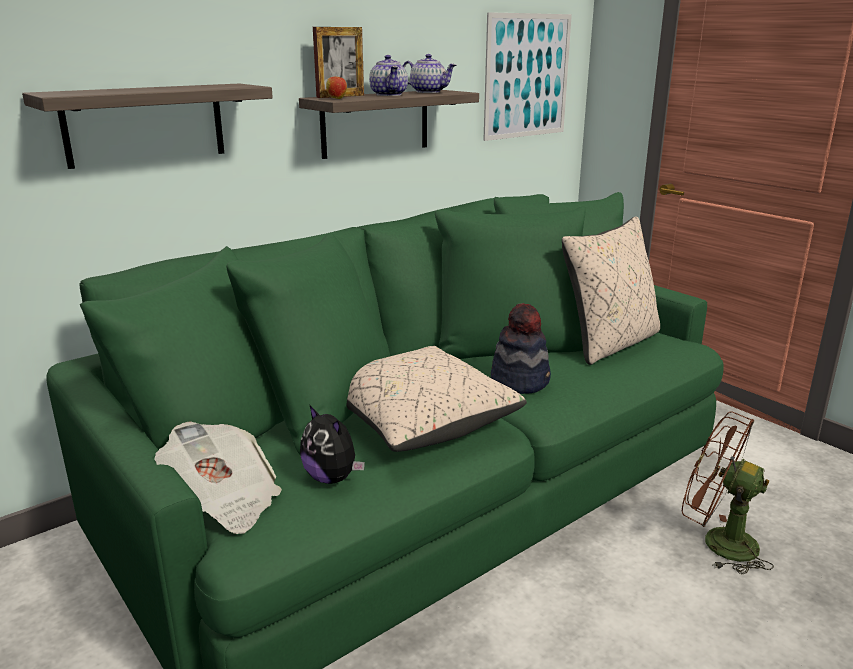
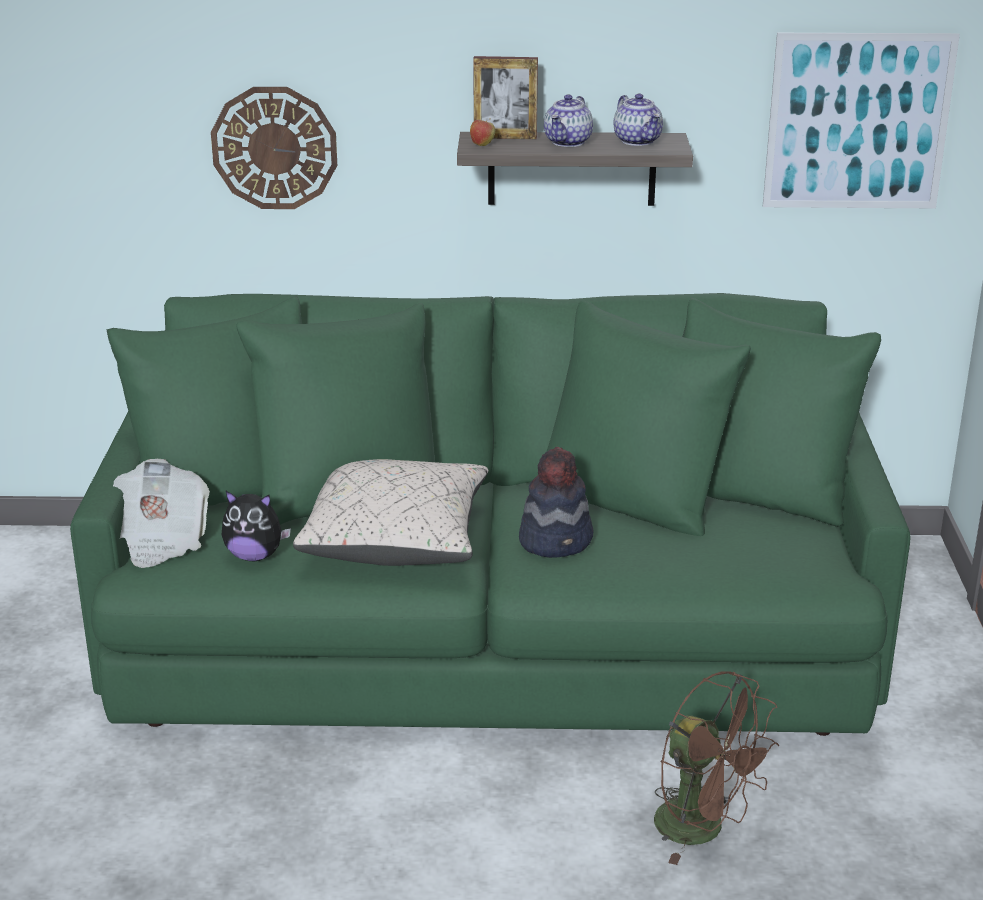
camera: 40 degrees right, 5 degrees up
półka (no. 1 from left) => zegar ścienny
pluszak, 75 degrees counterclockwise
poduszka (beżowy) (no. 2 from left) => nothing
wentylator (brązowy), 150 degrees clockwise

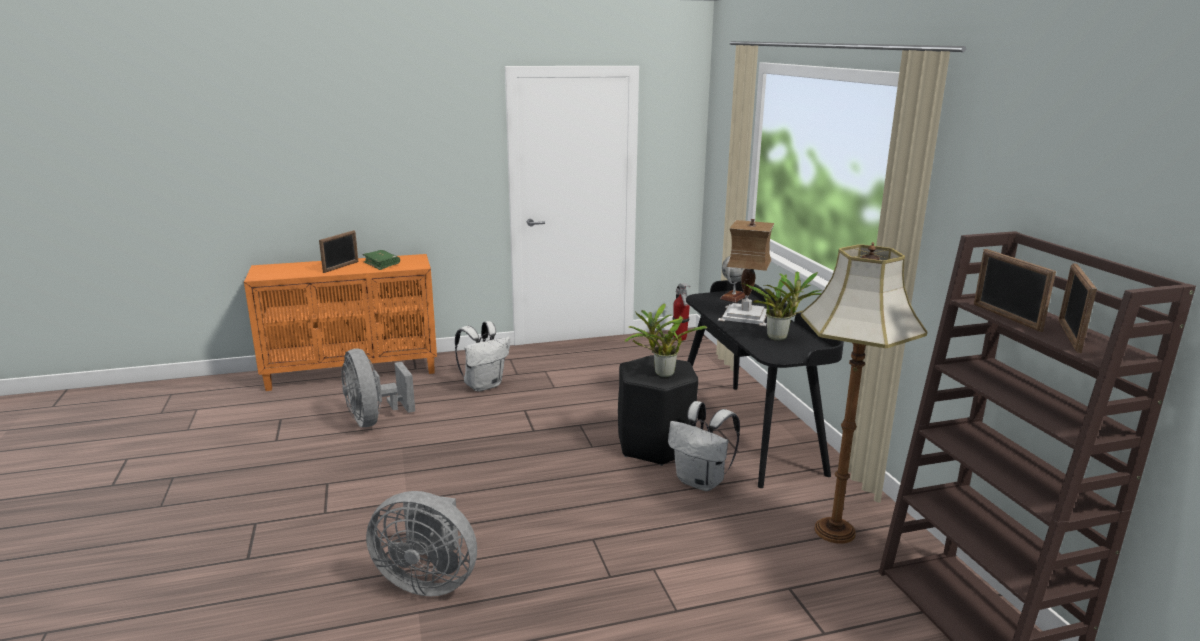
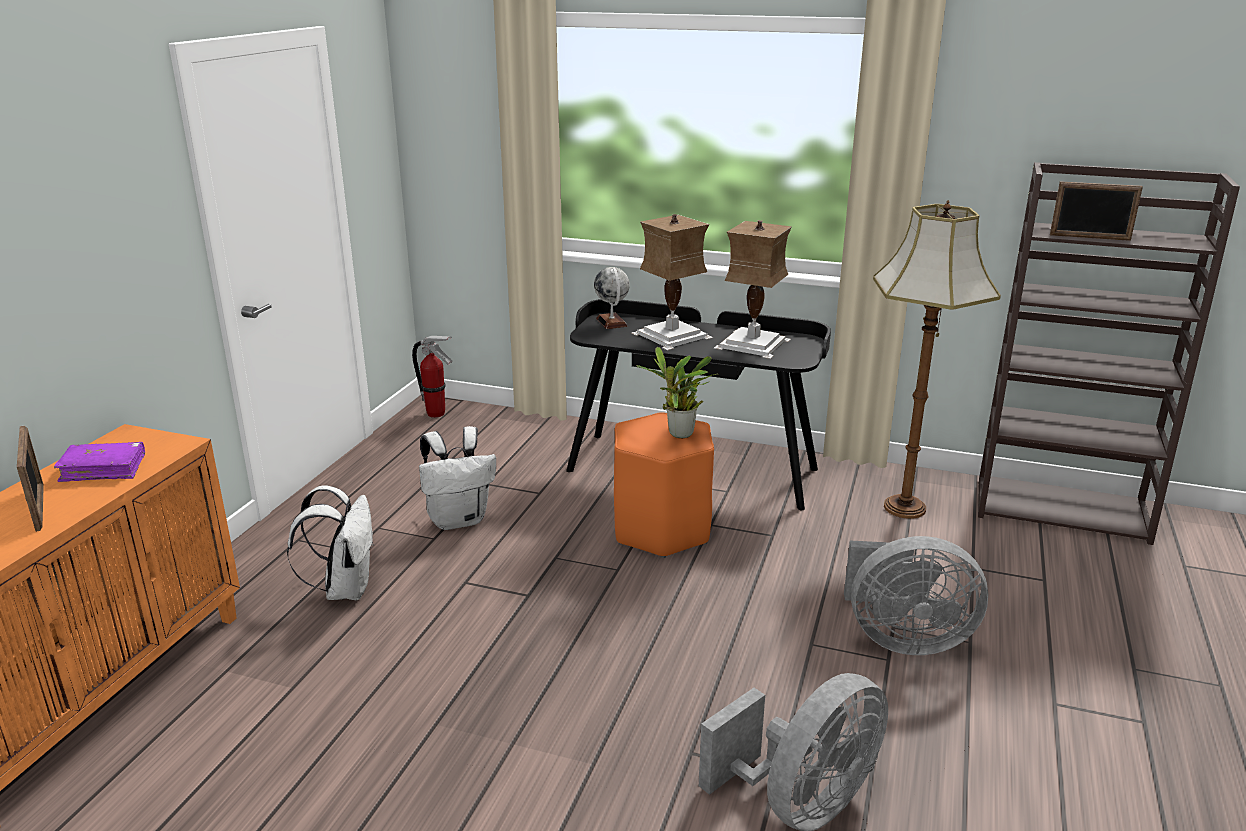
camera: 55 degrees left, 5 degrees up
wentylator (szary) (no. 1 from left in the first image) => wentylator (szary) (no. 2 from left), shifted
książka (zielony) => książka (fioletowy)
stołek (czarny) => stołek (pomarańczowy)
plecak (biały) (no. 2 from left), shifted
roślina doniczkowa (no. 2 from left) => lampa stołowa (no. 2 from left)
ramka na zdjęcie (no. 3 from left) => nothing

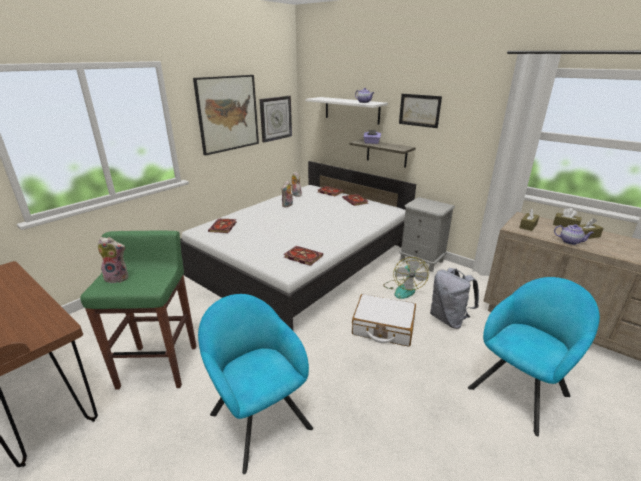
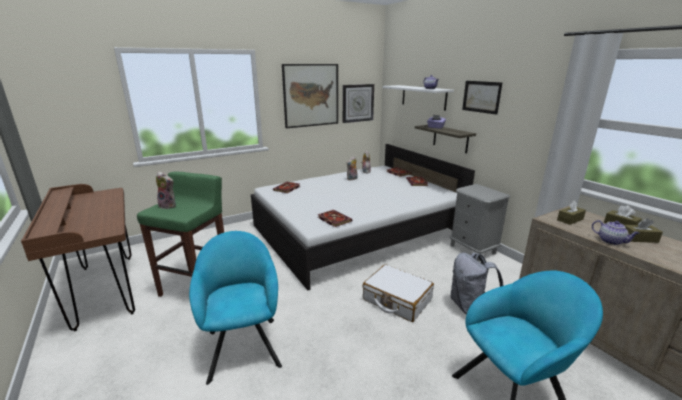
camera: 20 degrees right, 5 degrees down
wentylator => nothing

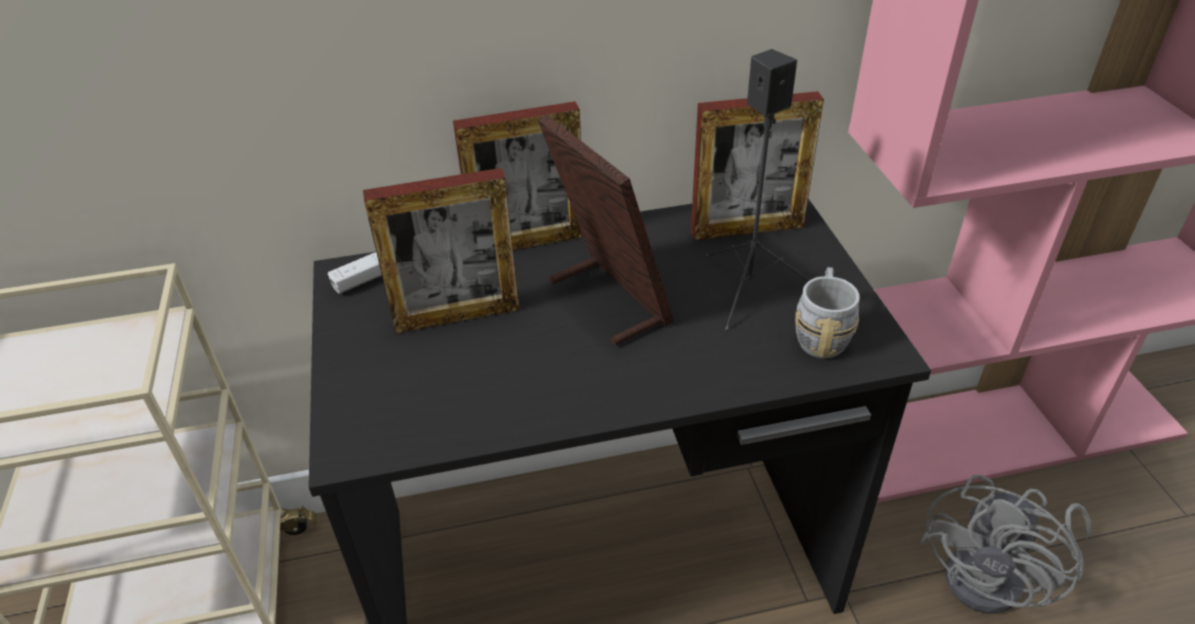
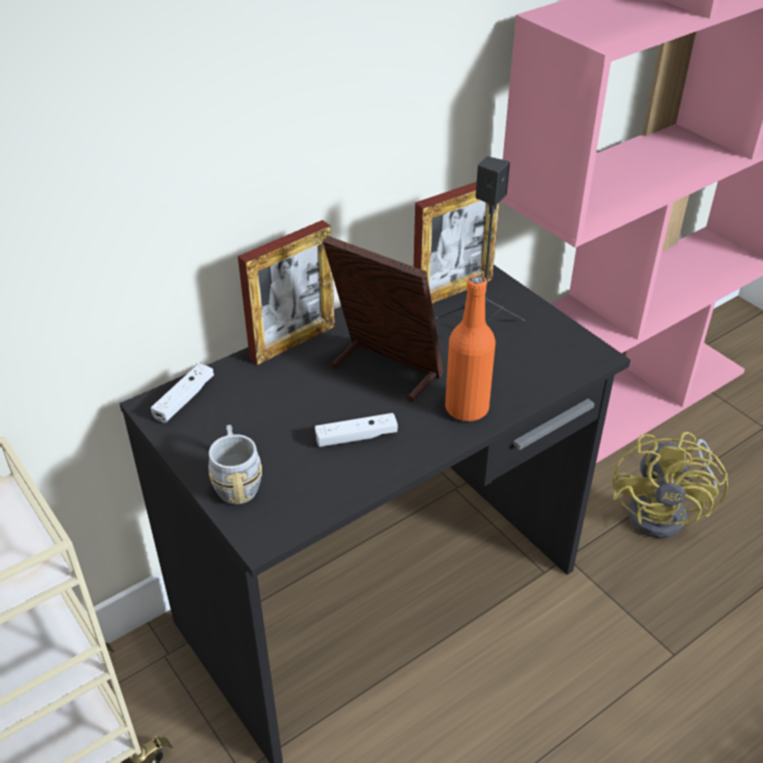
camera: 25 degrees left, 0 degrees up
ramka na zdjęcie (no. 1 from left) => nothing
kubek (szary), shifted
wentylator (szary) => wentylator (żółty)
nothing => pad do gier (biały) (no. 2 from left)
nothing => butelka (pomarańczowy)

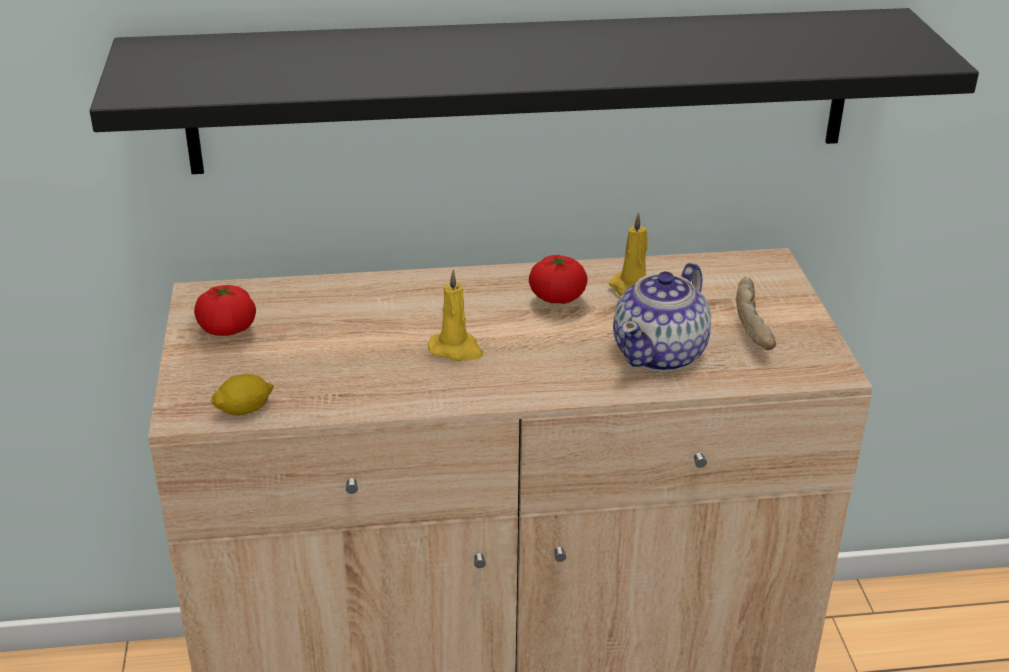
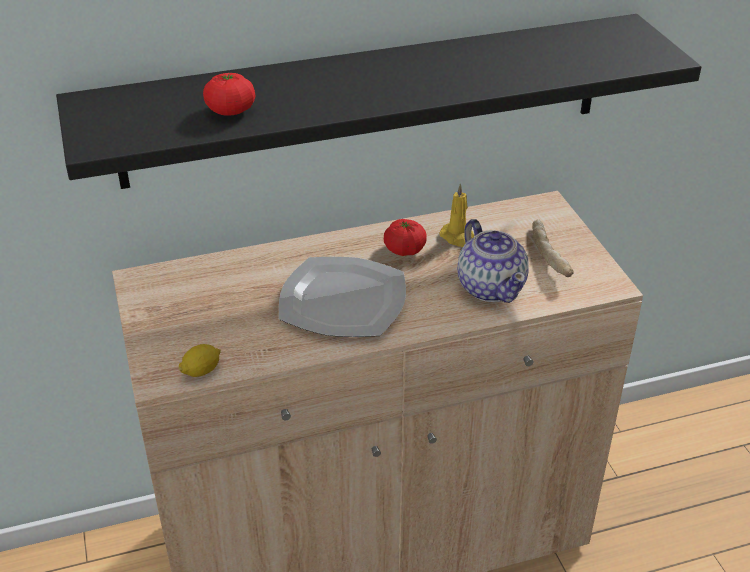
camera: 10 degrees left, 5 degrees up
pomidor (no. 1 from left), shifted
świeca (żółty) (no. 1 from left) => talerz
imbryk, 45 degrees counterclockwise

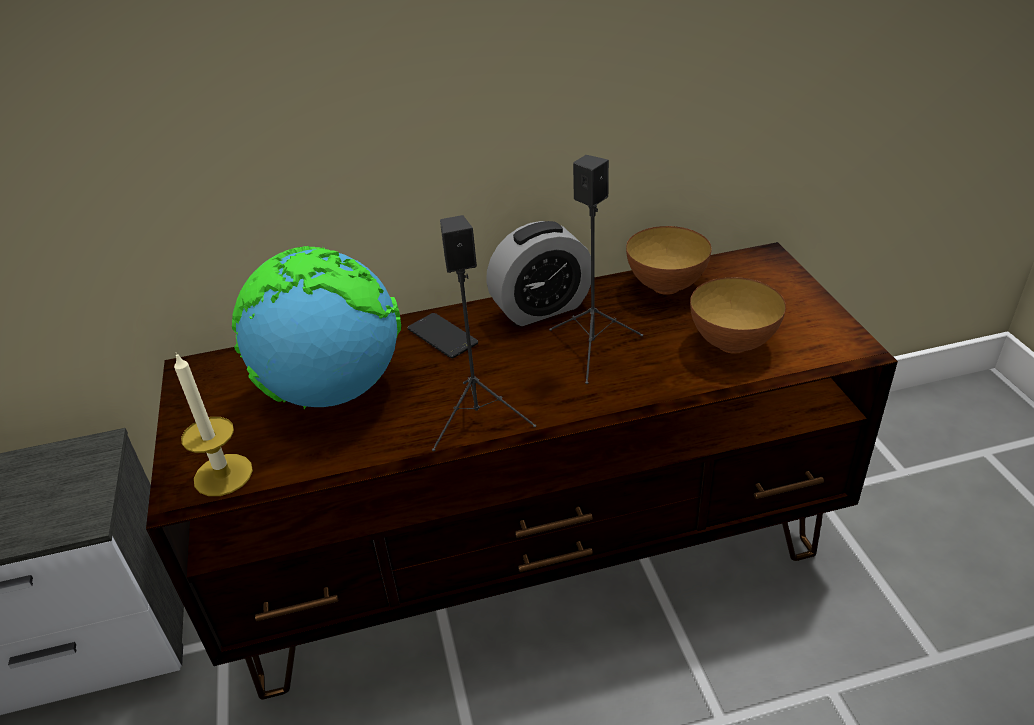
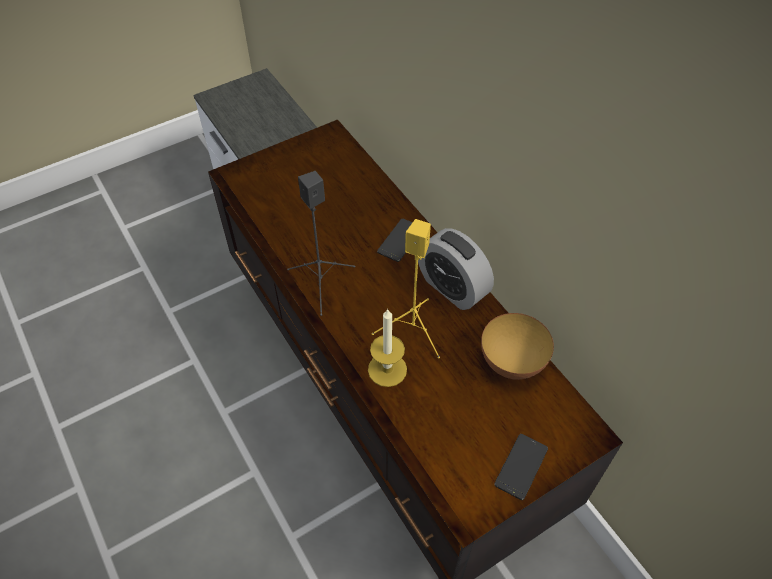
camera: 70 degrees right, 15 degrees up
świeca, shifted
globus => nothing
głośnik (czarny) (no. 2 from left) => głośnik (żółty)
miska (no. 2 from left) => nothing
nothing => telefon (no. 2 from left)

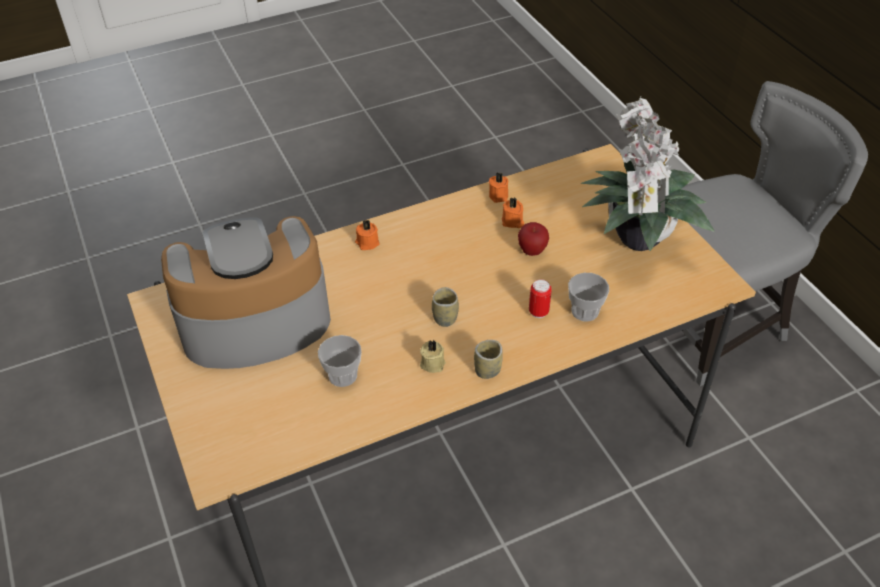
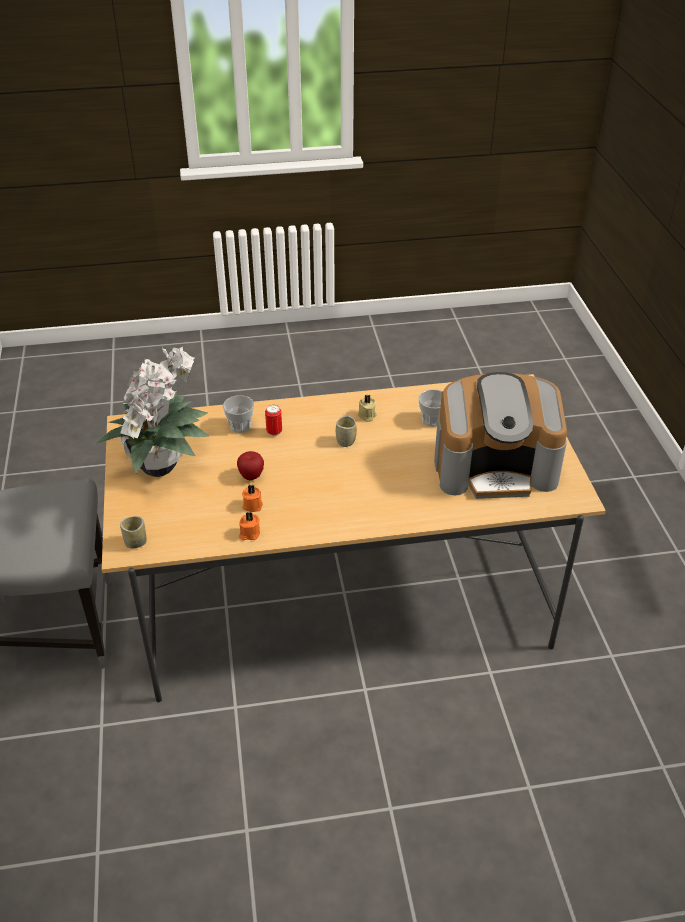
camera: 165 degrees left, 5 degrees down
świeca (pomarańczowy) (no. 1 from left) => nothing
filiżanka (no. 3 from left in the first image) => filiżanka (no. 1 from left), shifted

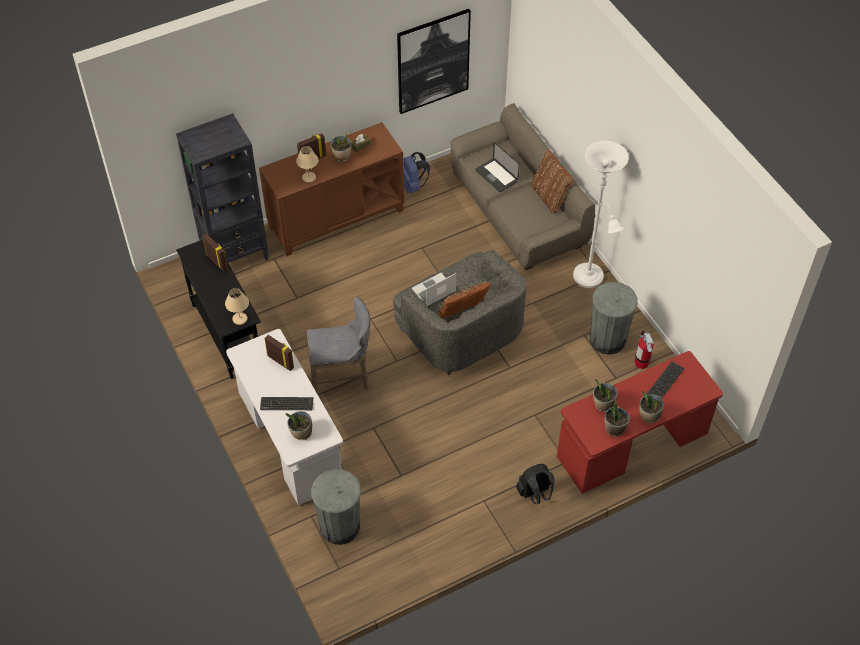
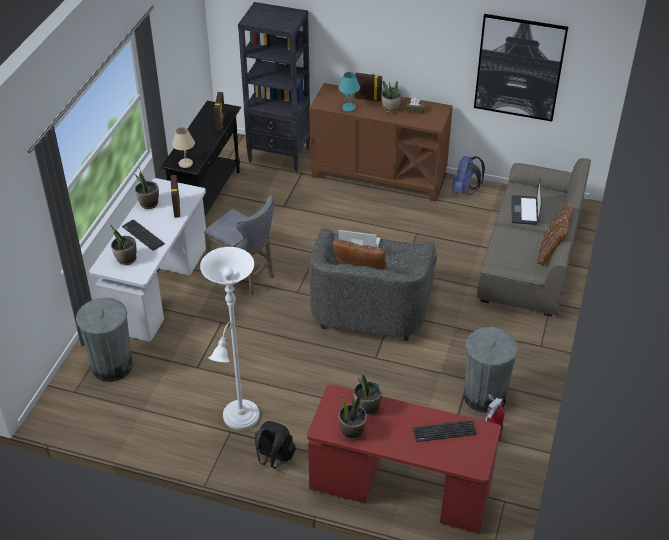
camera: 45 degrees right, 10 degrees down
lampa stołowa (beżowy) (no. 2 from left) => lampa stołowa (turkusowy)
lampa stojąca (biały), shifted
roślina doniczkowa (no. 5 from left in the first image) => roślina doniczkowa (no. 2 from left), shifted

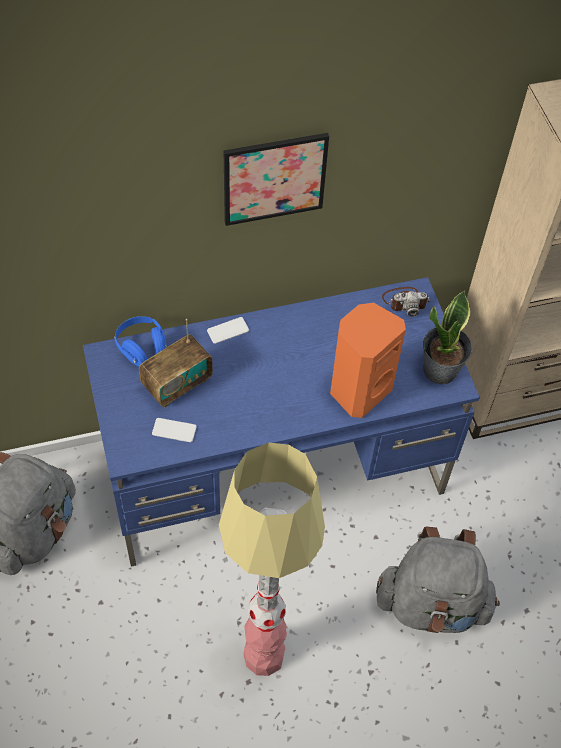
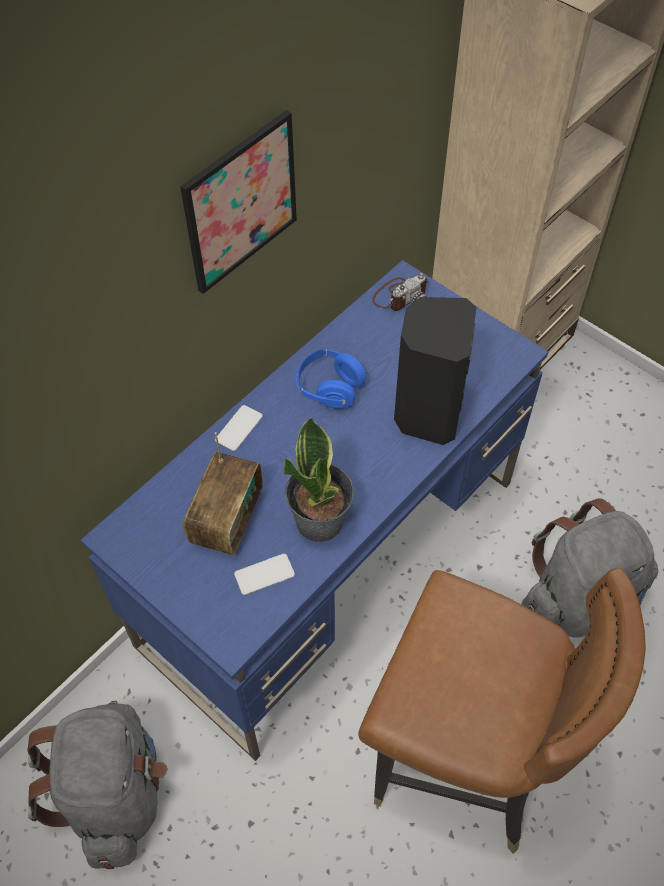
camera: 30 degrees left, 0 degrees up
słuchawki (niebieski), shifted
lampa stojąca => krzesło (brązowy)
głośnik (pomarańczowy) => głośnik (czarny)
roślina doniczkowa, shifted

